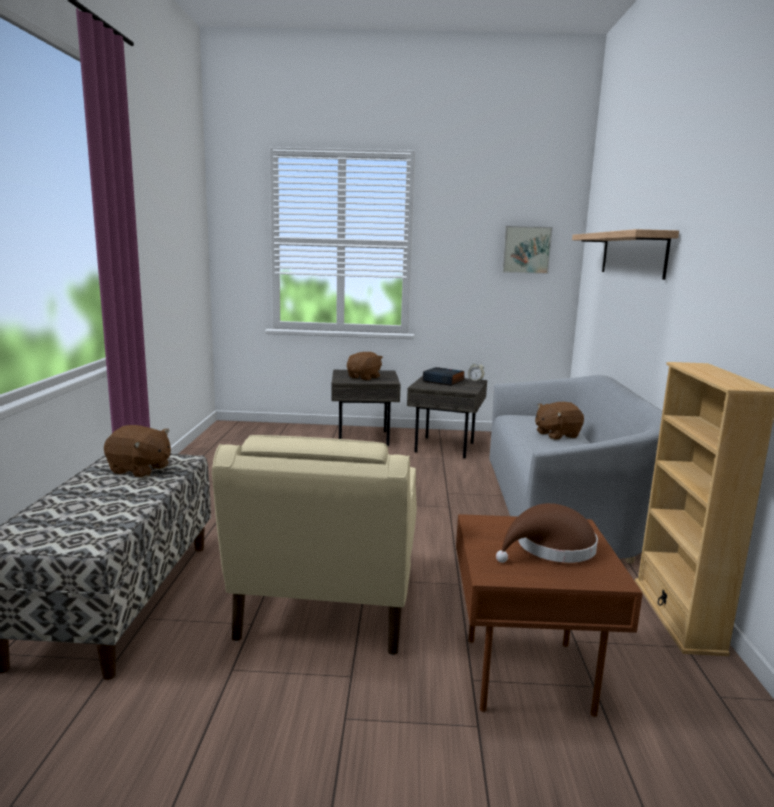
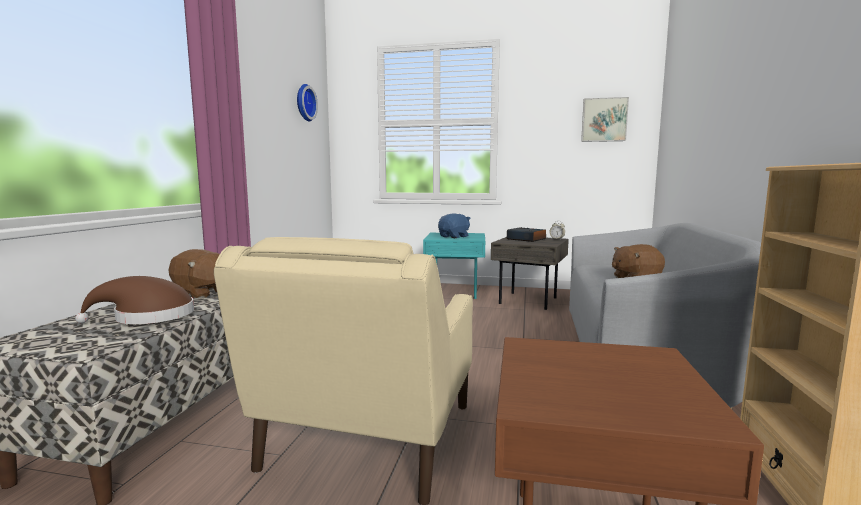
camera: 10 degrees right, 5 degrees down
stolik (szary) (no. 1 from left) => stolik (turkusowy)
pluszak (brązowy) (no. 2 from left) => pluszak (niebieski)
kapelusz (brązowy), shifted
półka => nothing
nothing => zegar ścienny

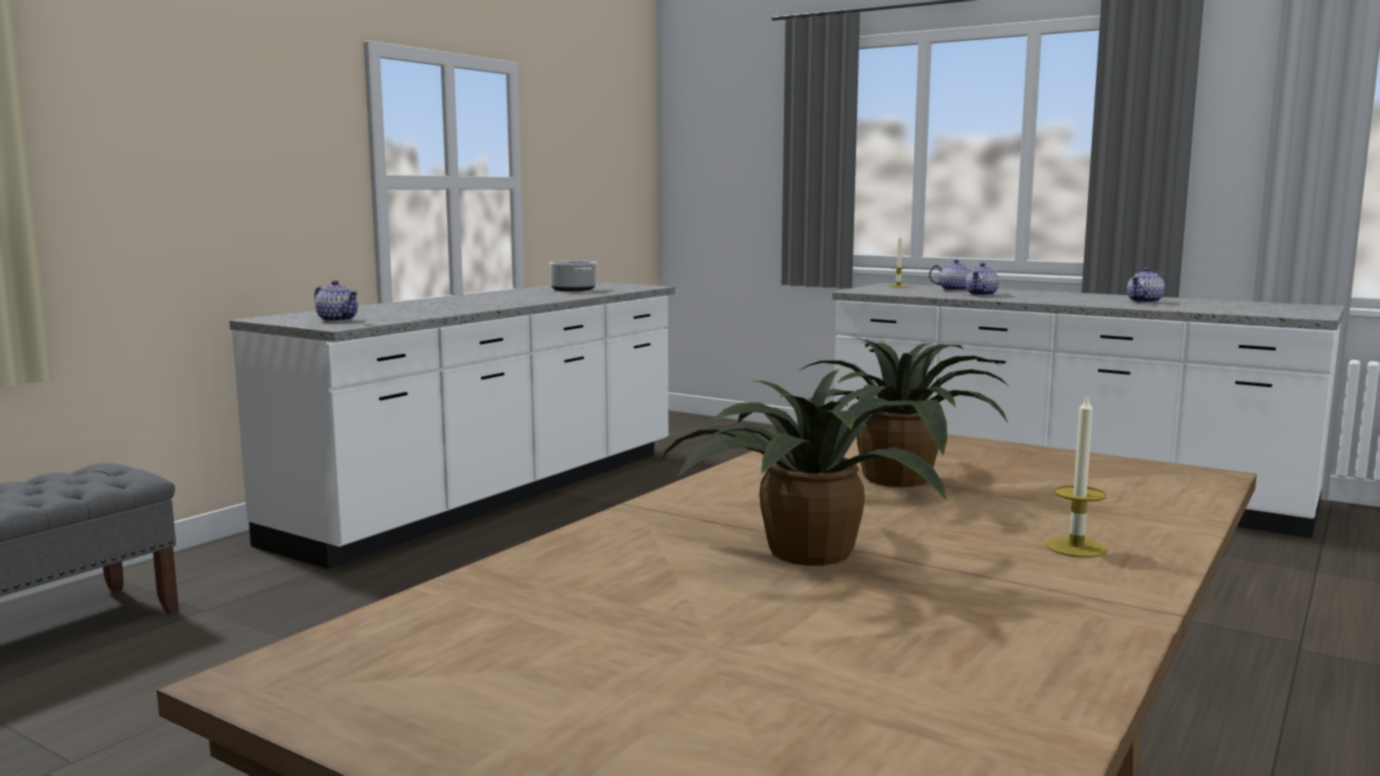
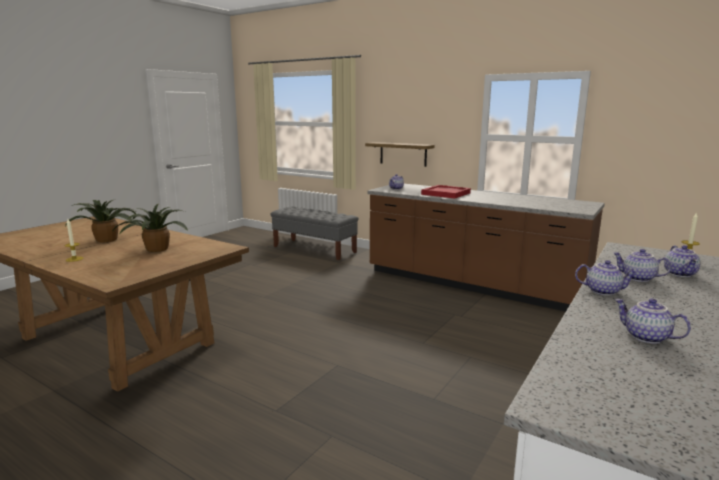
camera: 90 degrees right, 5 degrees up
zabudowa kuchenna (biały) (no. 1 from left) => zabudowa kuchenna (brązowy)
garnek => nothing
nothing => półka
nothing => taca (czerwony)
nothing => imbryk (no. 2 from left)

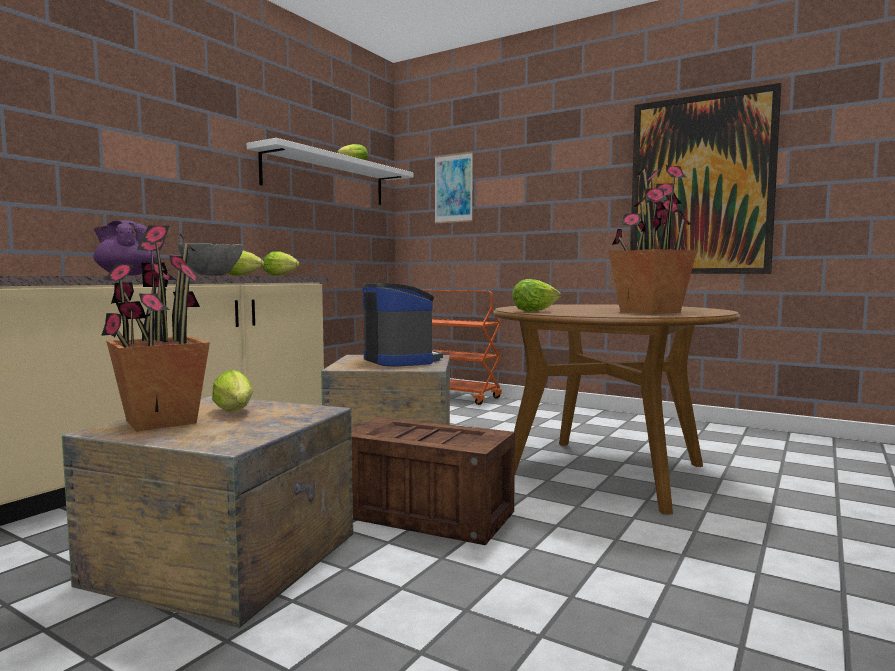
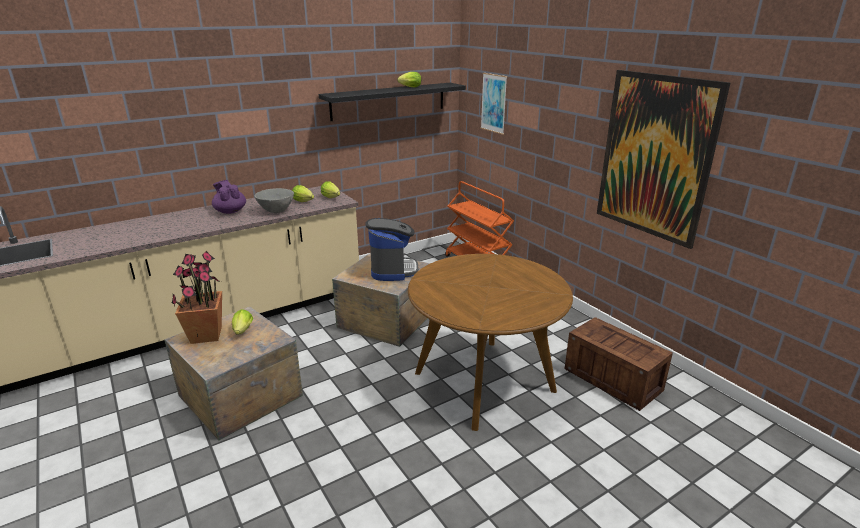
camera: 25 degrees right, 20 degrees up
półka (biały) => półka (czarny)
skrzynka (no. 3 from left), shifted
sałata (no. 5 from left) => nothing
roślina doniczkowa (no. 2 from left) => nothing

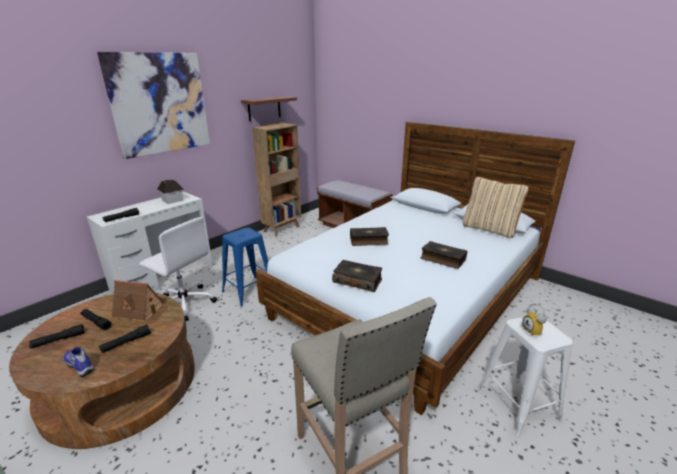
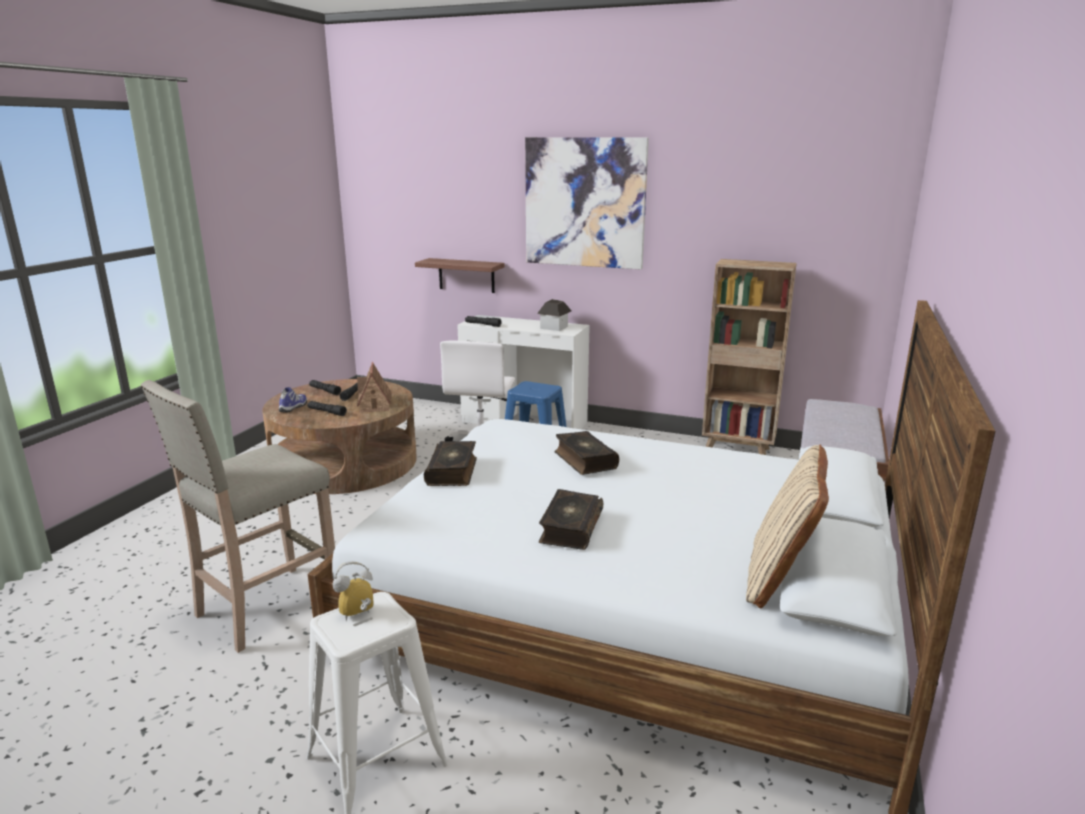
camera: 70 degrees right, 5 degrees down
półka, shifted

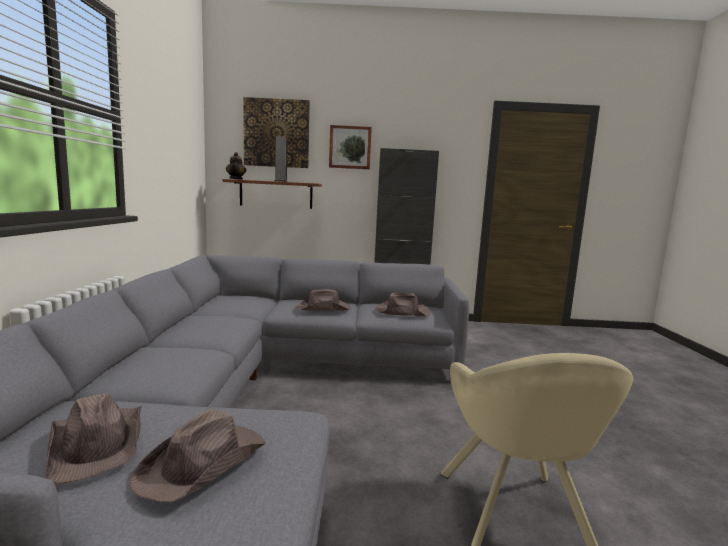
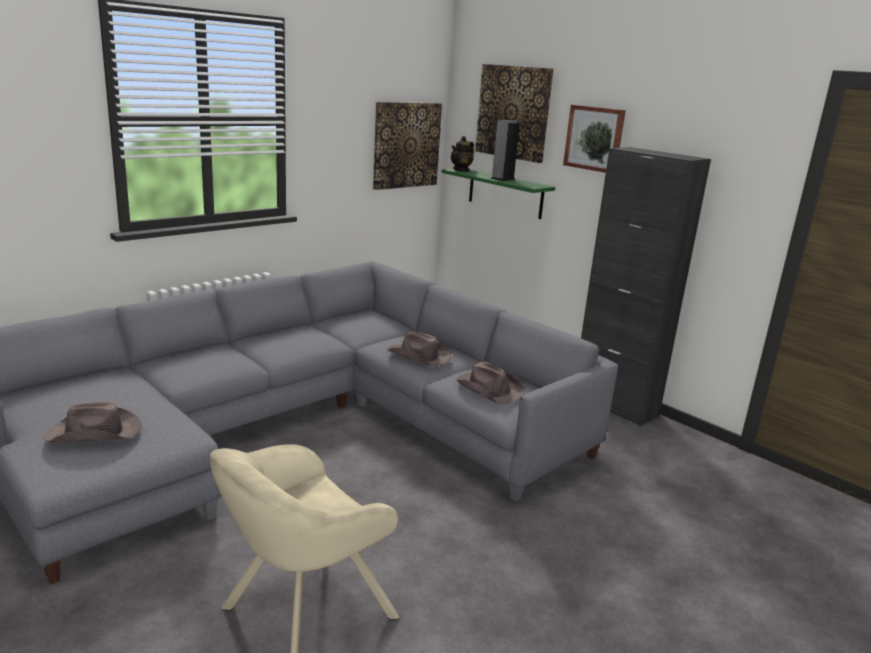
camera: 45 degrees right, 10 degrees up
kapelusz (brązowy) (no. 1 from left) => nothing
półka (brązowy) => półka (zielony)
nothing => obraz (no. 1 from left)

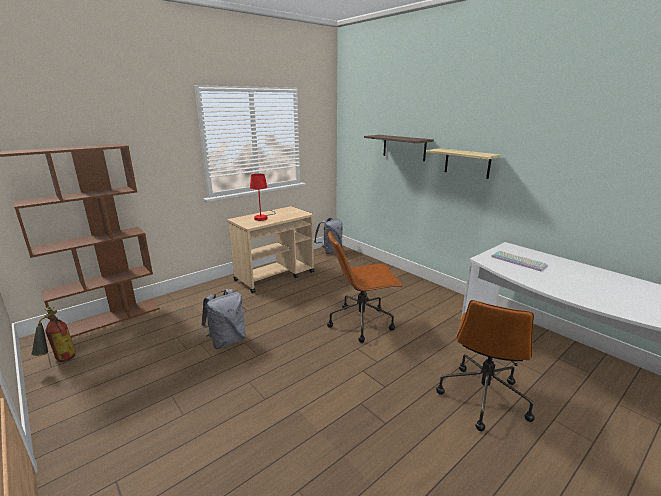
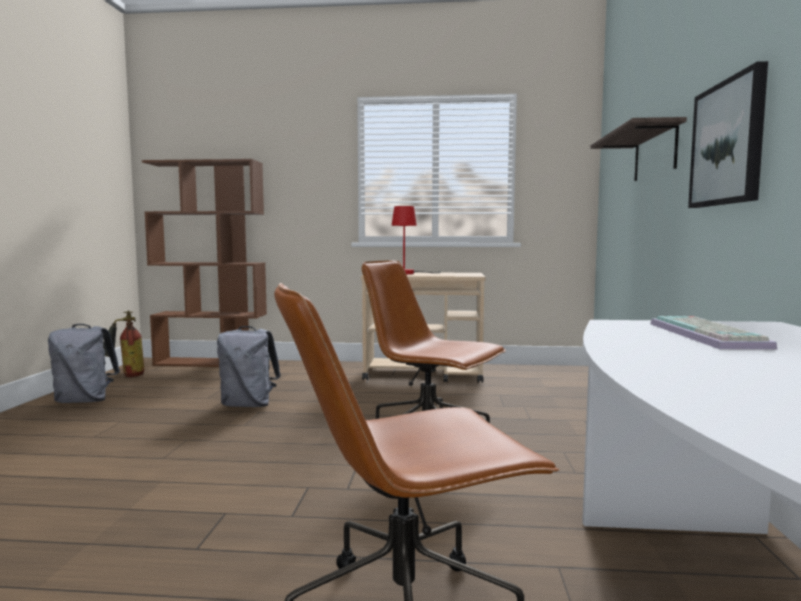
camera: 45 degrees right, 15 degrees down
plecak (szary) (no. 2 from left in the first image) => plecak (szary) (no. 1 from left), shifted
półka (no. 2 from left) => obraz

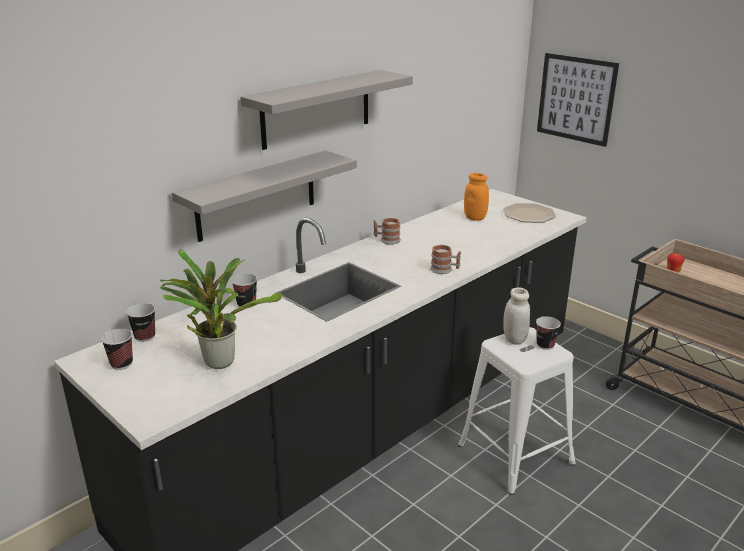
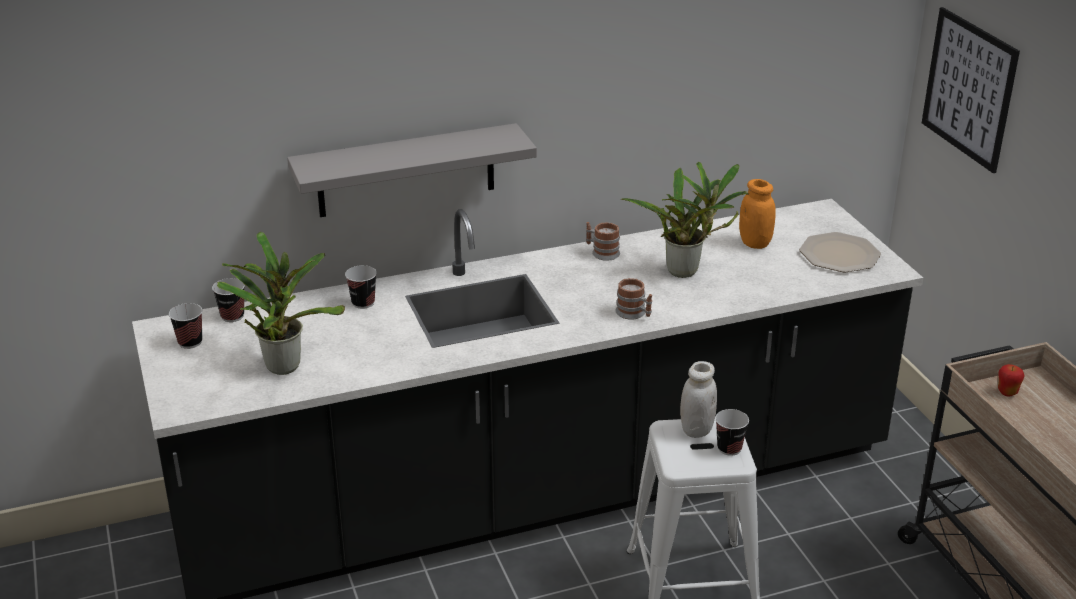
camera: 25 degrees right, 5 degrees up
półka (szary) (no. 2 from left) => nothing
nothing => roślina doniczkowa (no. 2 from left)

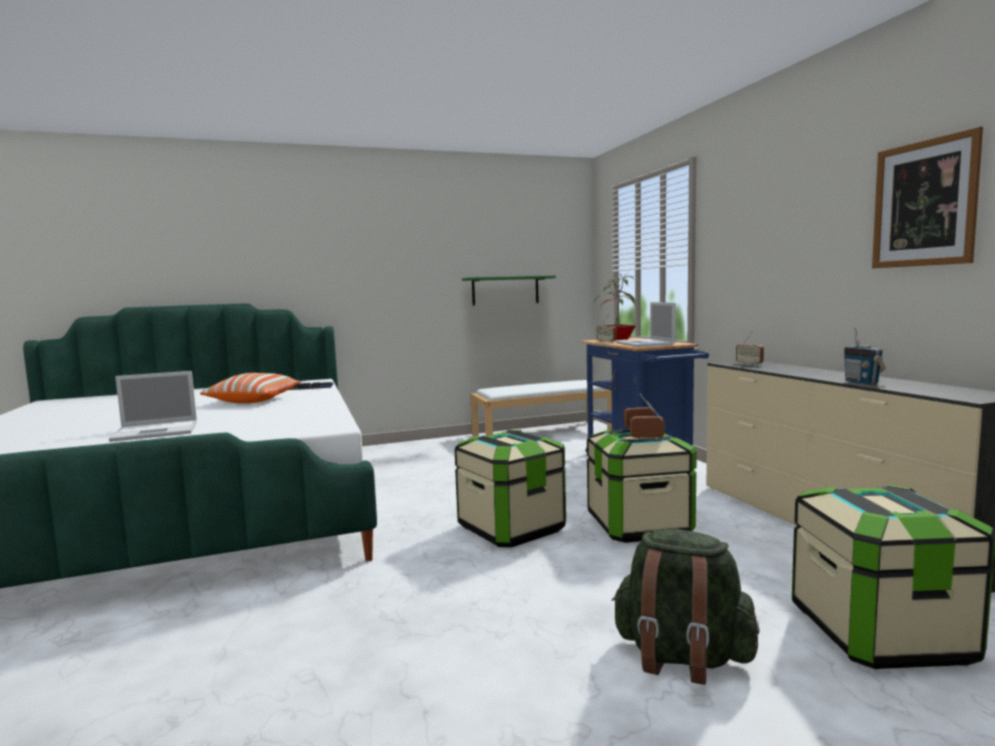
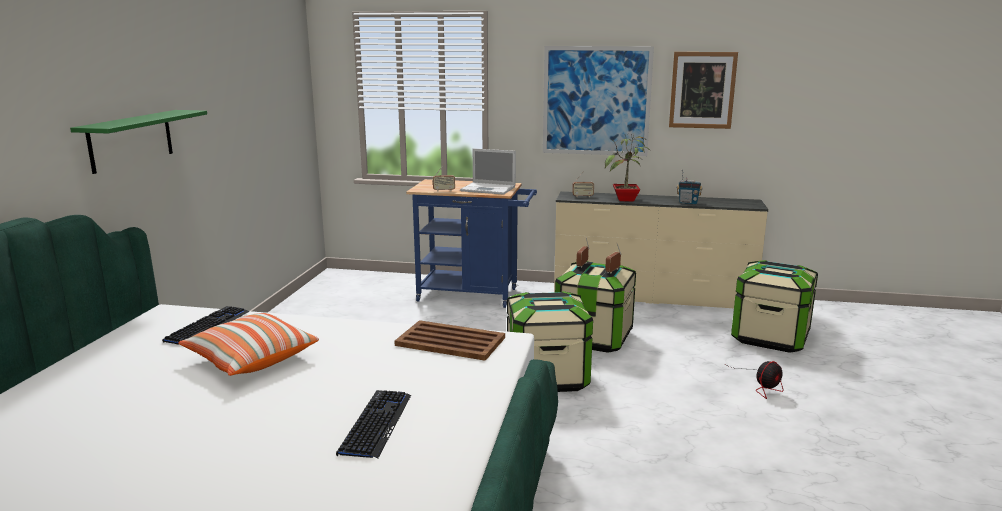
camera: 60 degrees left, 10 degrees up
laptop (no. 1 from left) => klawiatura (no. 2 from left)
półka (zielony), shifted
ławka (biały) => nothing
roślina doniczkowa, shifted
plecak (zielony) => wentylator
nothing => taca (brązowy)
nothing => obraz (no. 1 from left)

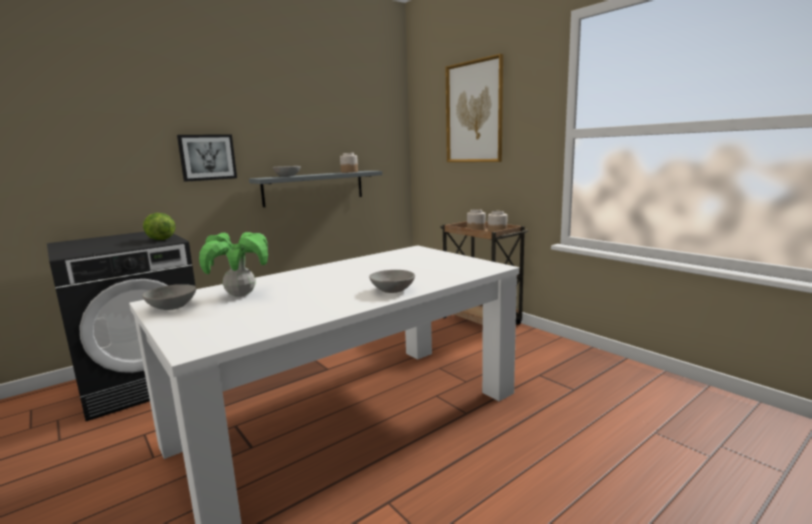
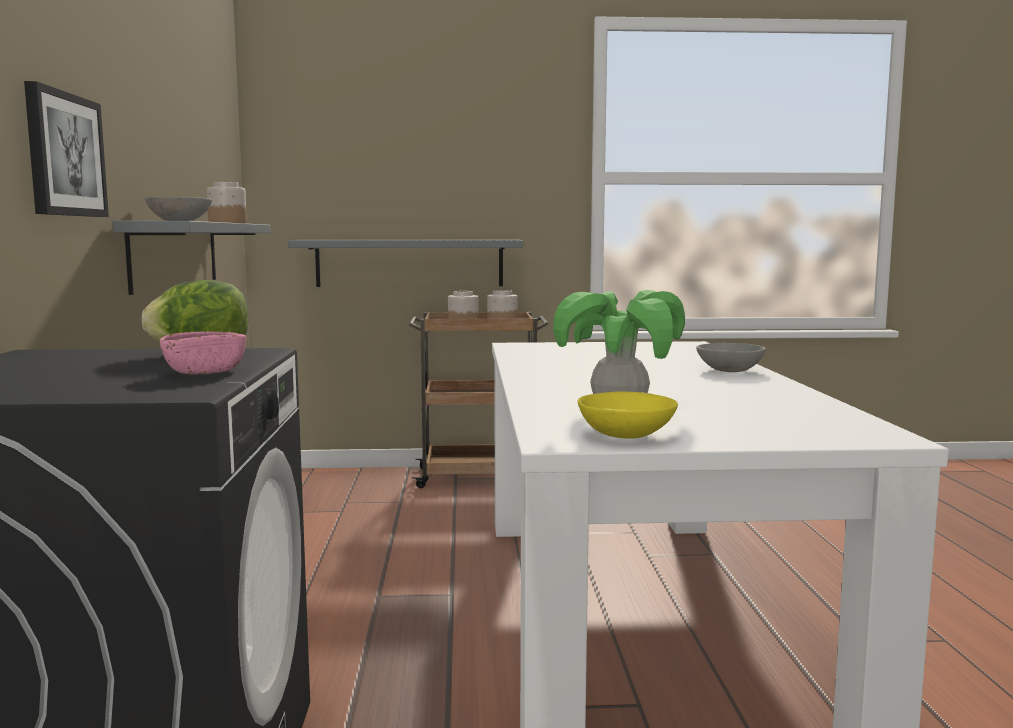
camera: 55 degrees left, 5 degrees down
miska (szary) (no. 1 from left) => miska (żółty)
obraz (no. 2 from left) => nothing
nothing => miska (różowy)
nothing => półka (szary) (no. 2 from left)

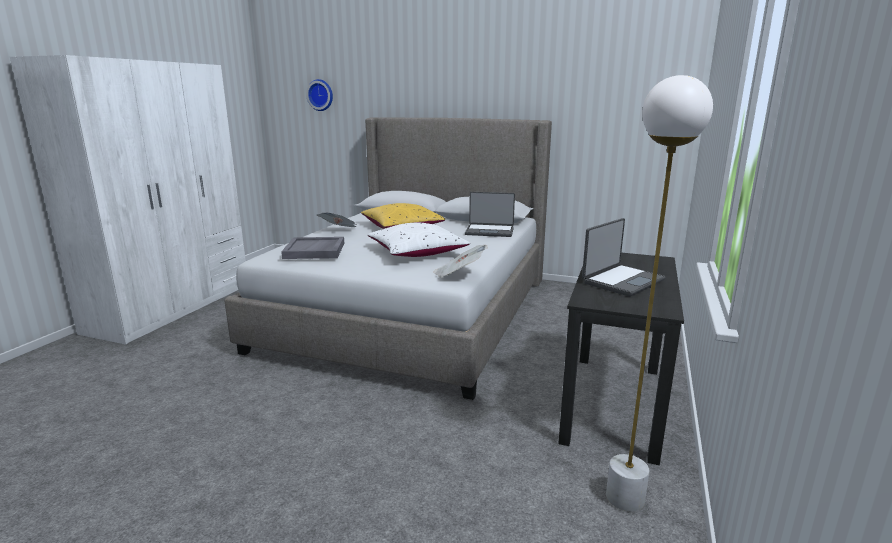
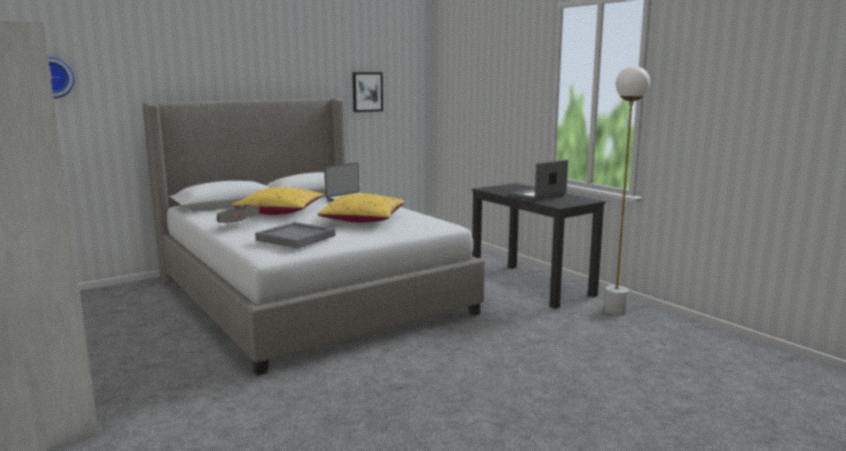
camera: 55 degrees left, 5 degrees down
poduszka (biały) => poduszka (żółty) (no. 2 from left)
gazeta (no. 2 from left) => nothing
laptop (no. 2 from left), 120 degrees counterclockwise
nothing => obraz

